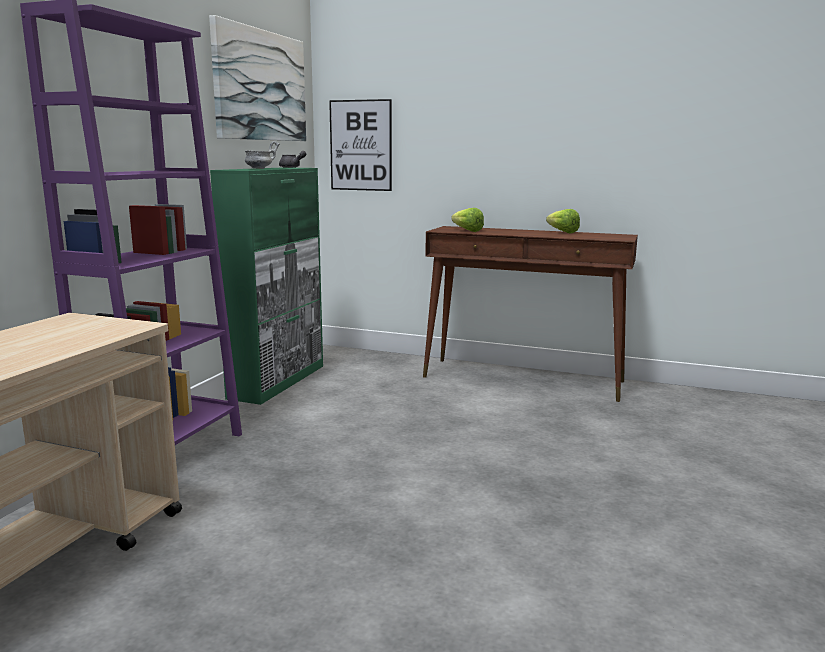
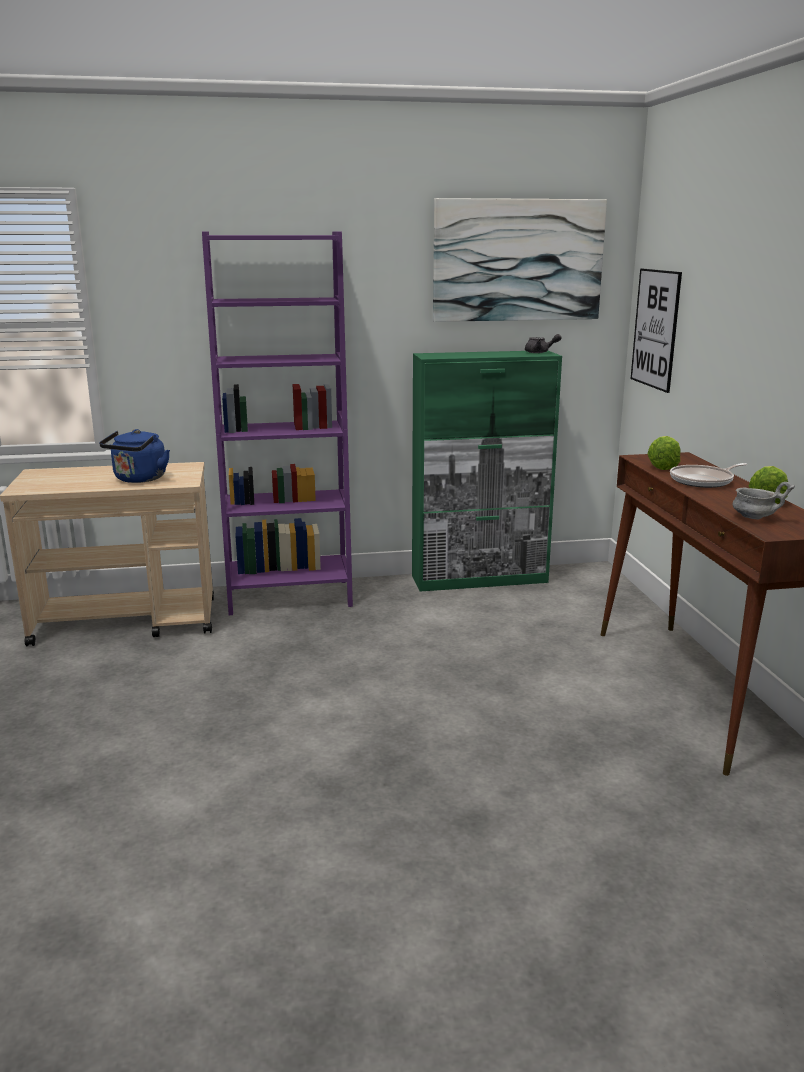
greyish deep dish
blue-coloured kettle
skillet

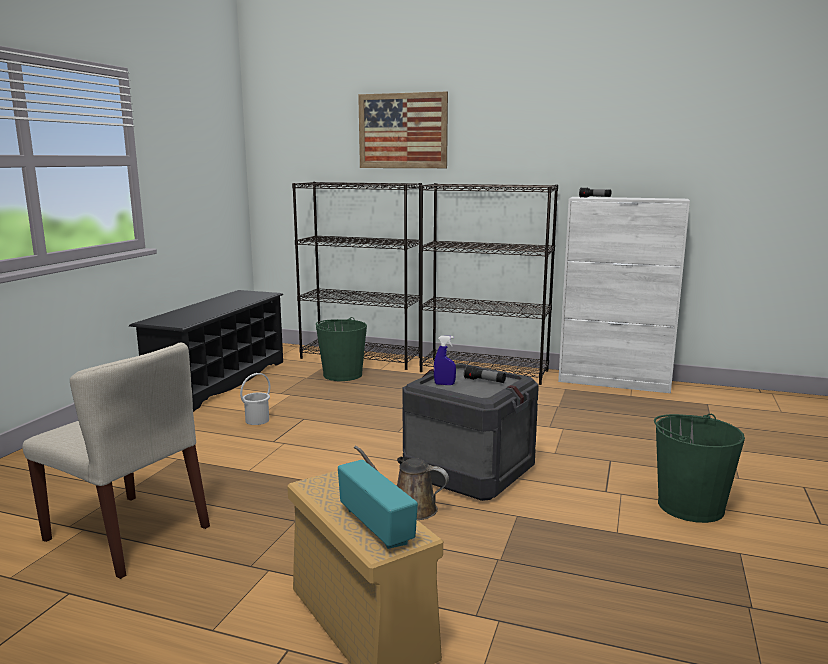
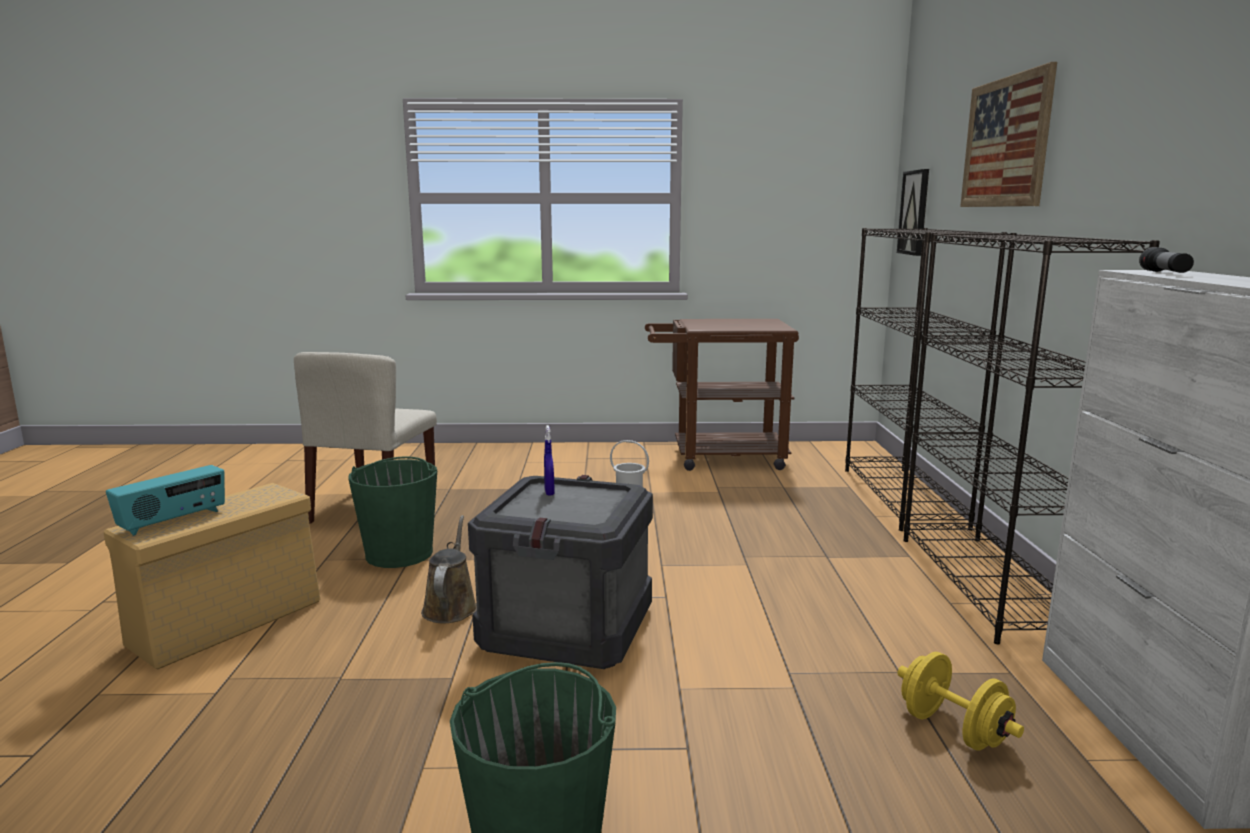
brown wheeled cart
green-coloured water bucket (1st from left)
hand torch (1st from left in the first image)
picture (1st from left)
yellow-coloured dumbbell

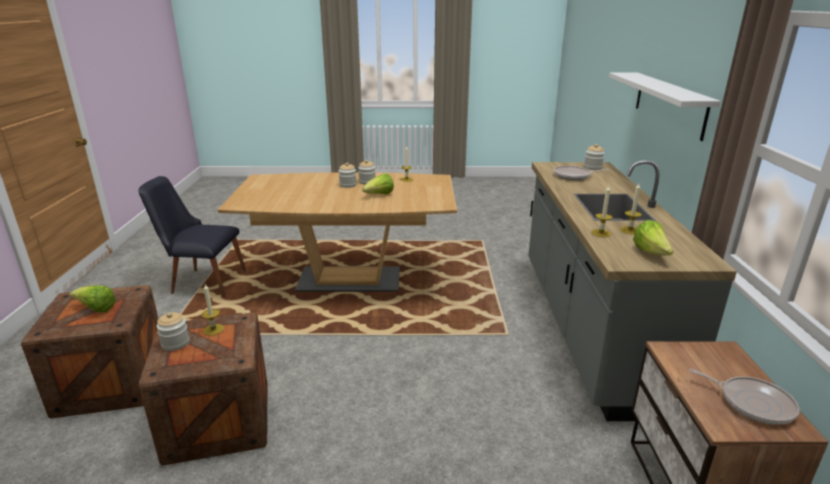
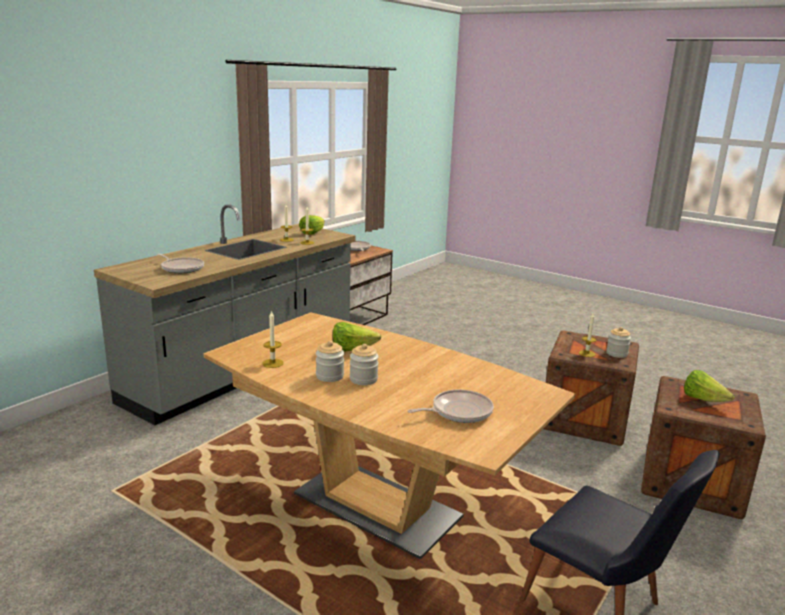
white-coloured wall shelf
storage jar (4th from left in the first image)
skillet (3rd from left)

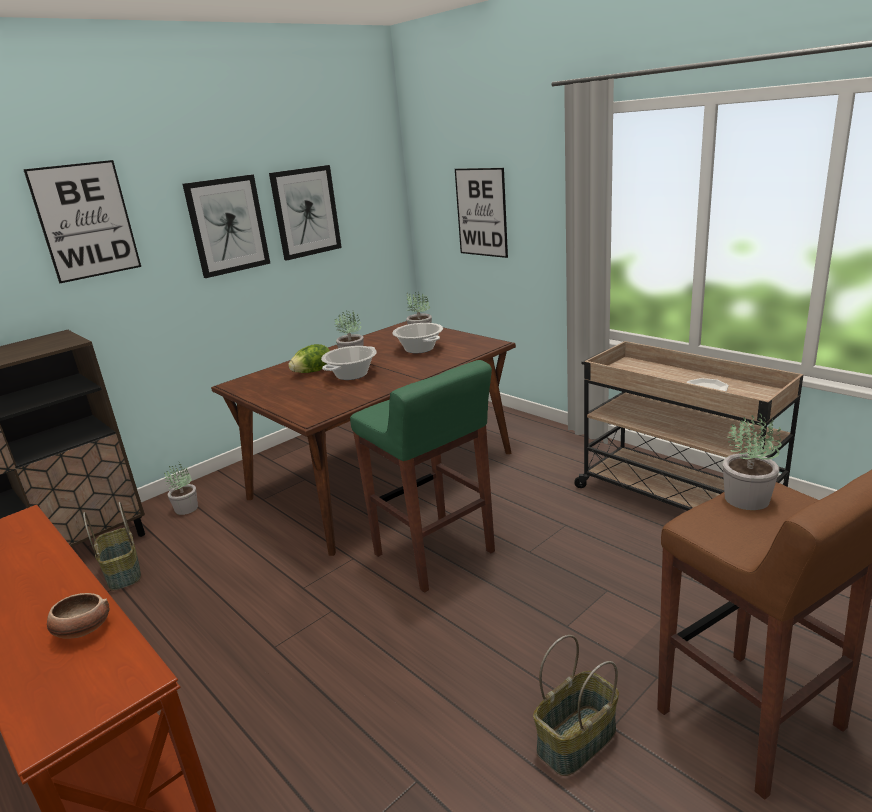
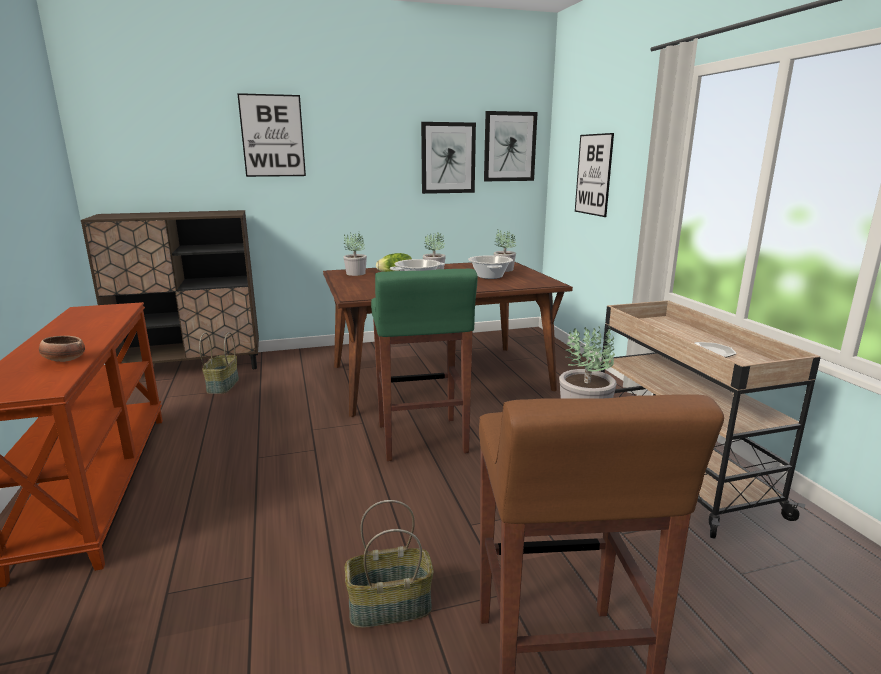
picture (3rd from left)
houseplant (1st from left)

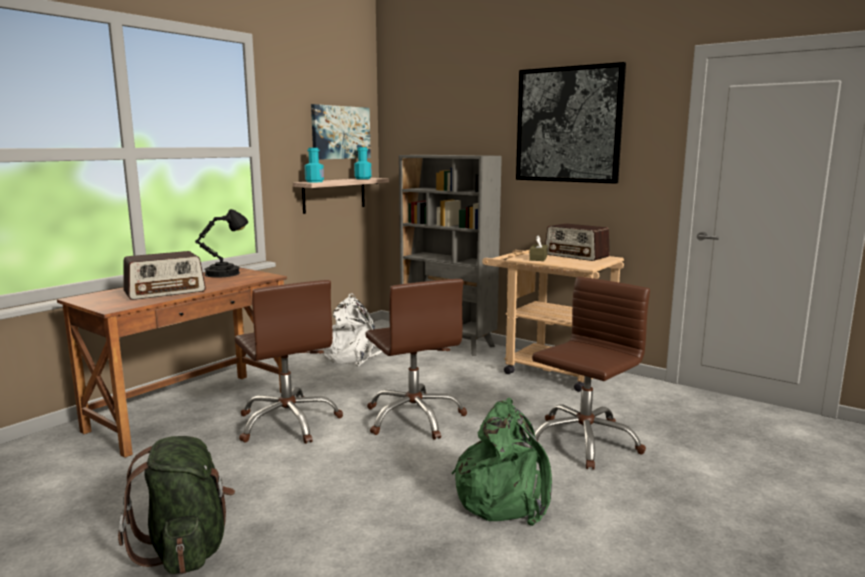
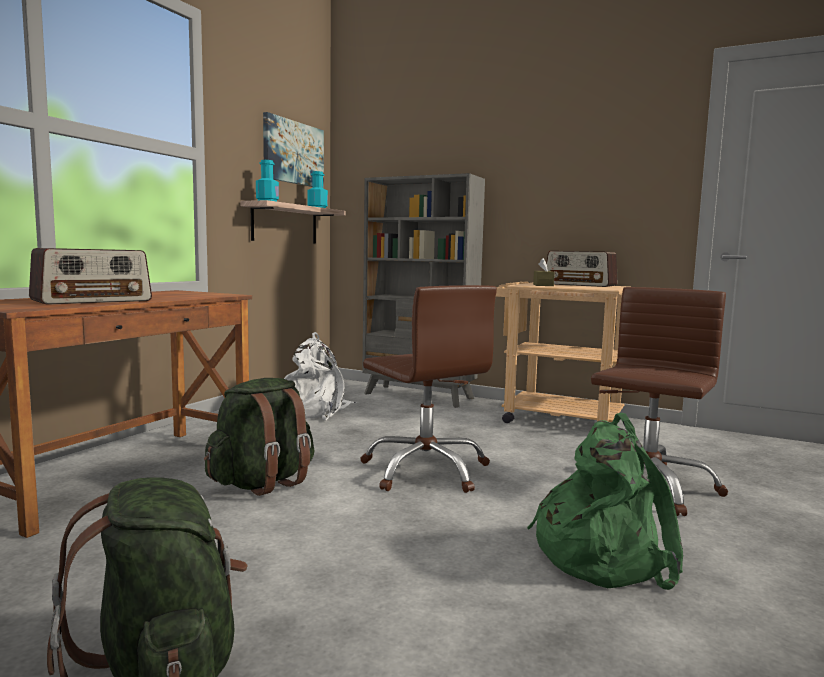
picture (2nd from left in the first image)
black lamp for a table
green-coloured backpack (2nd from left)

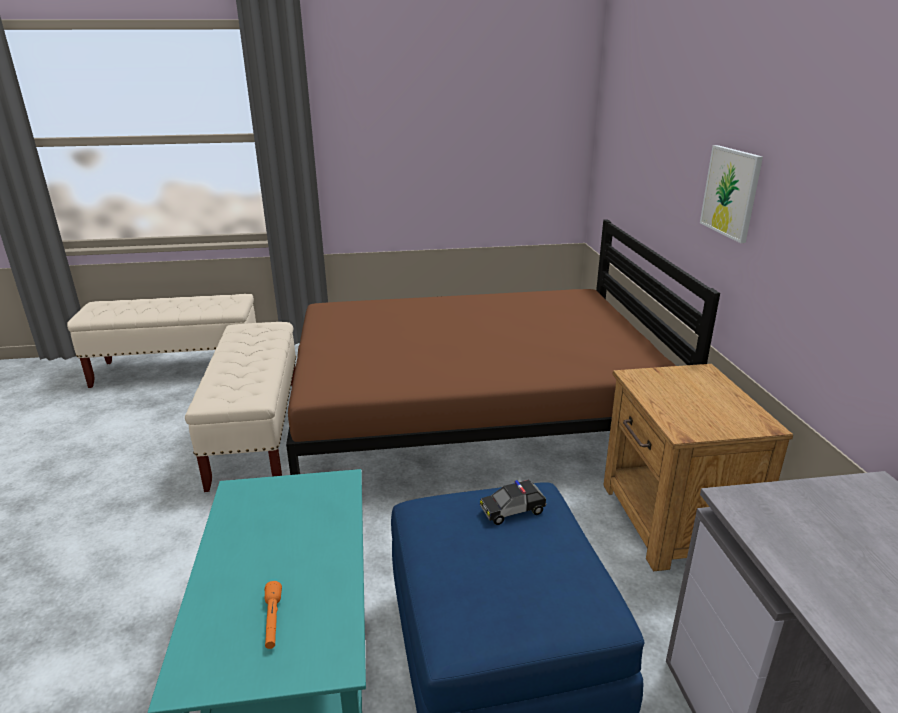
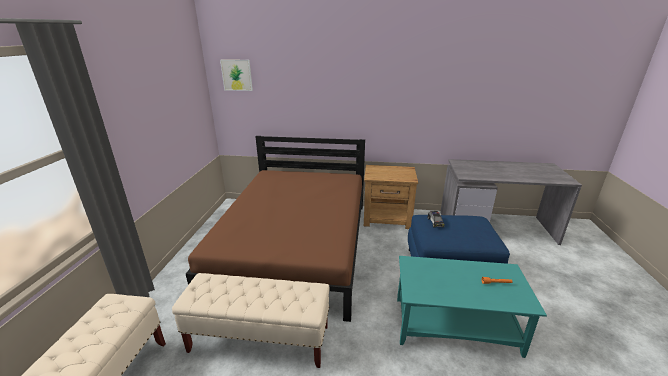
picture

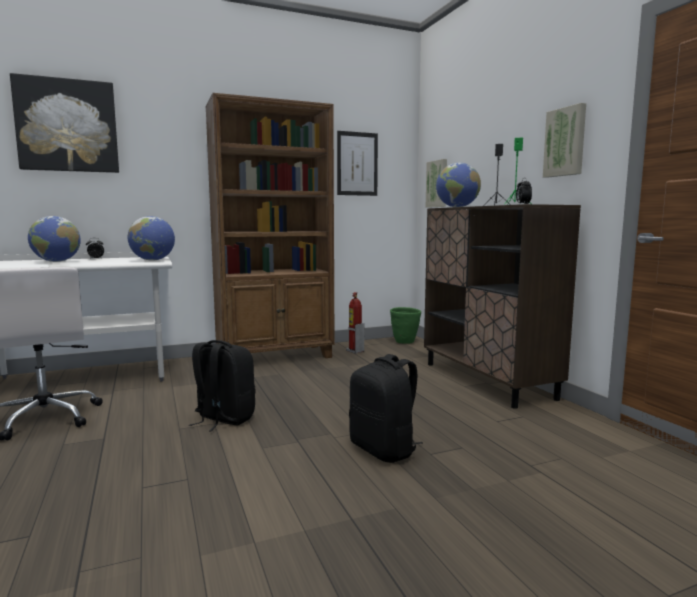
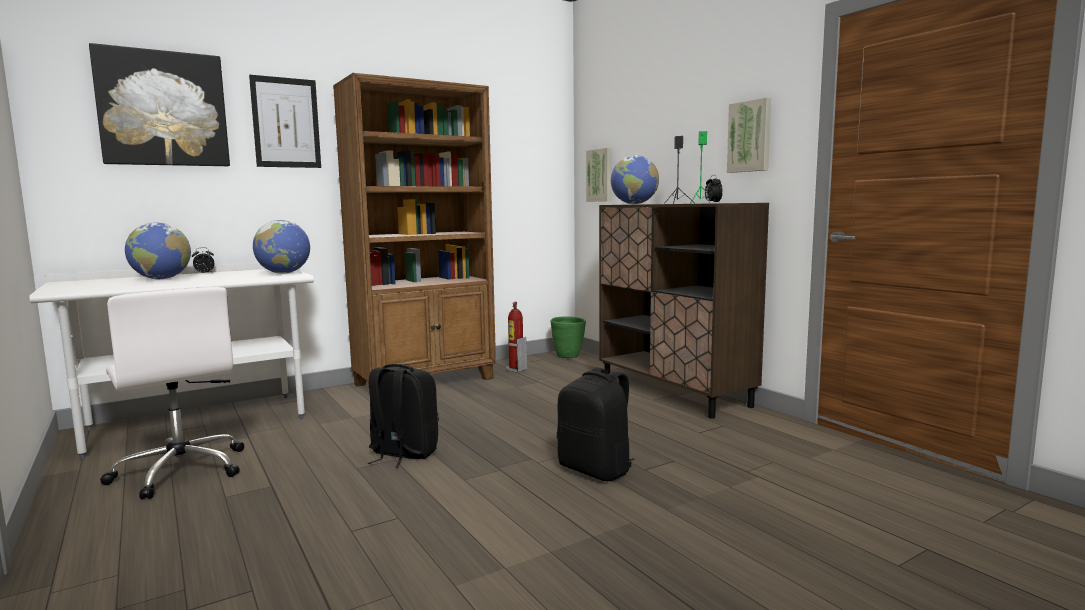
picture (2nd from left)

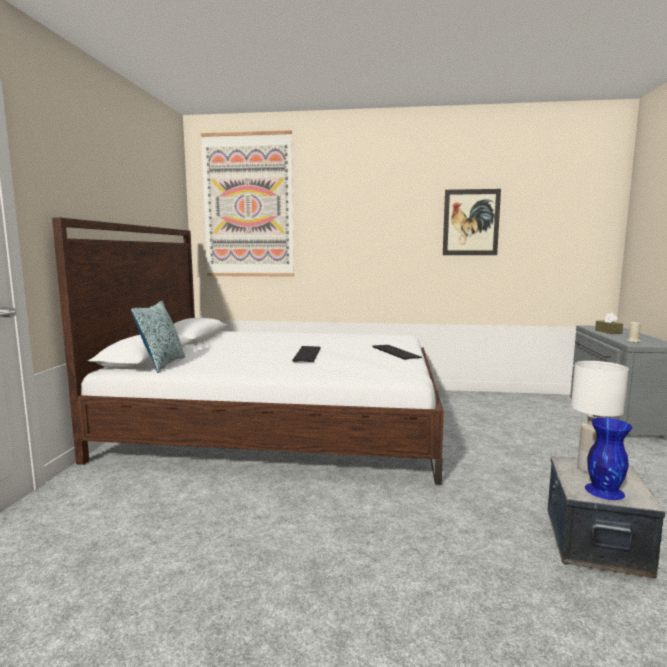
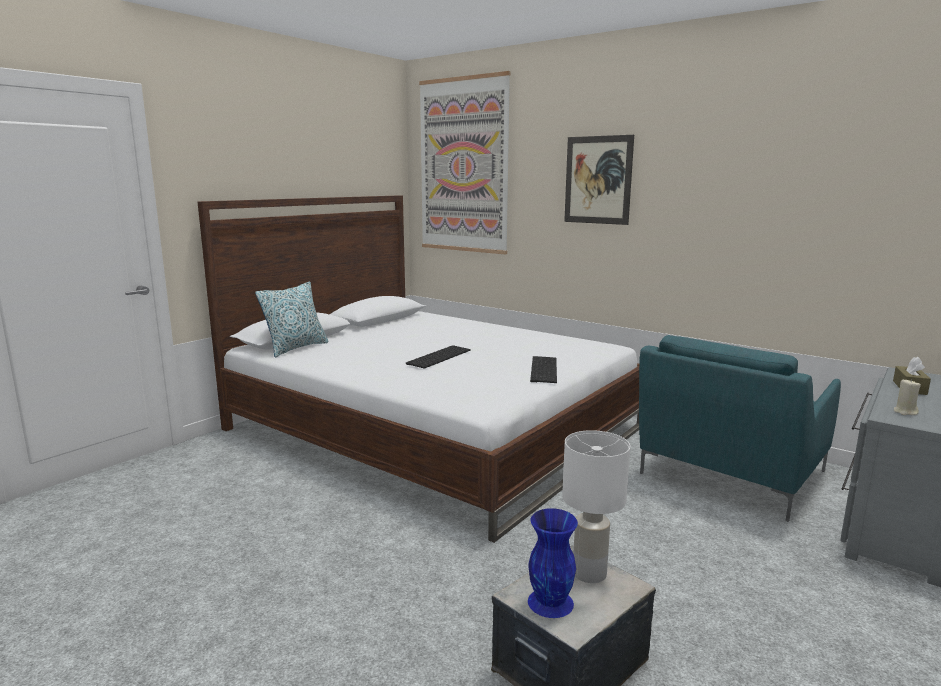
picture (2nd from left)
turquoise-coloured easy chair

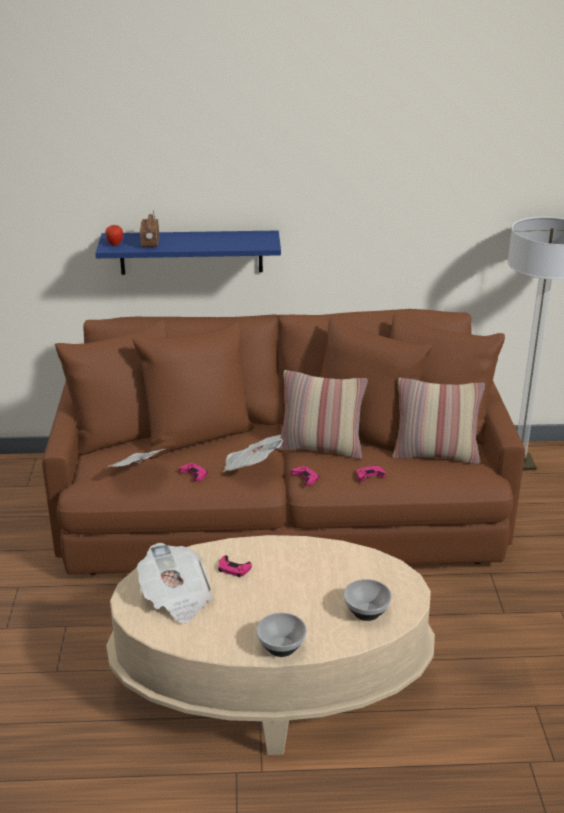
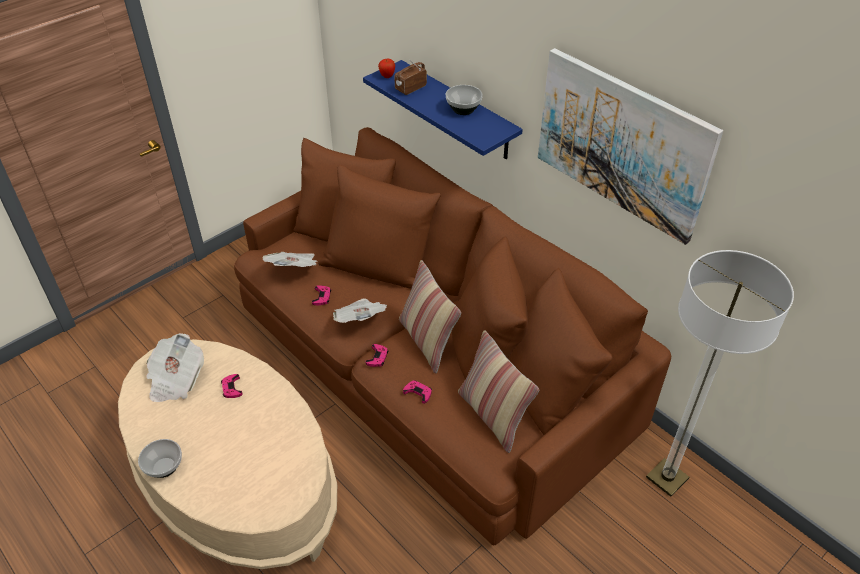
deep dish (2nd from left)
picture

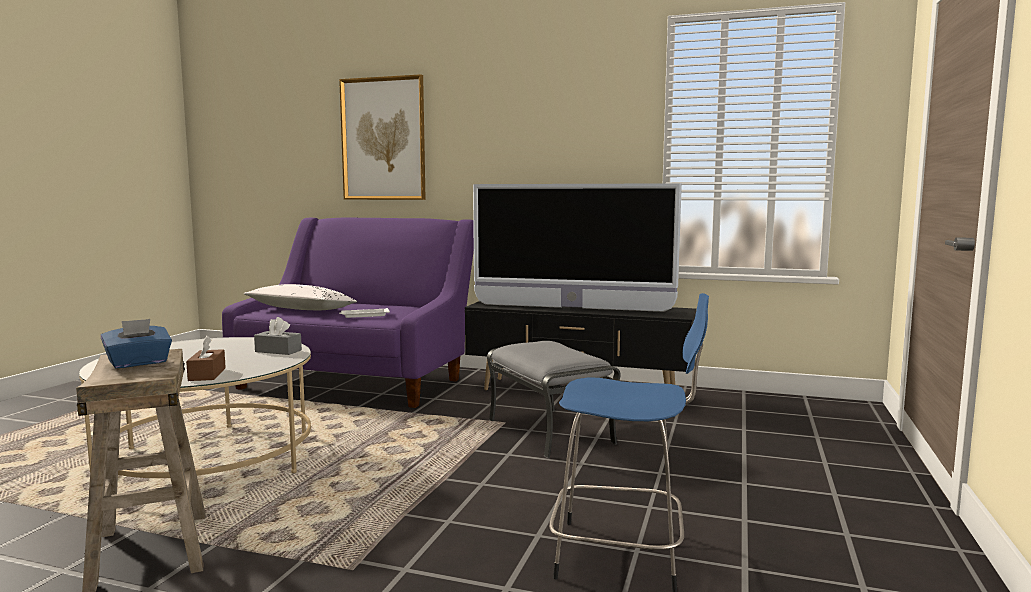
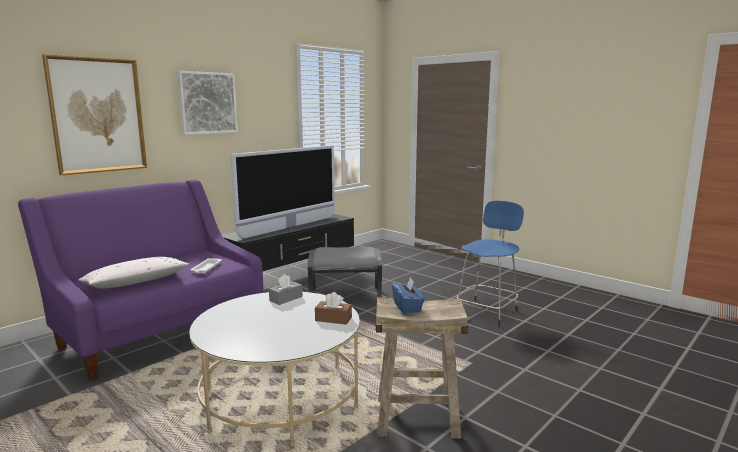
picture (2nd from left)

